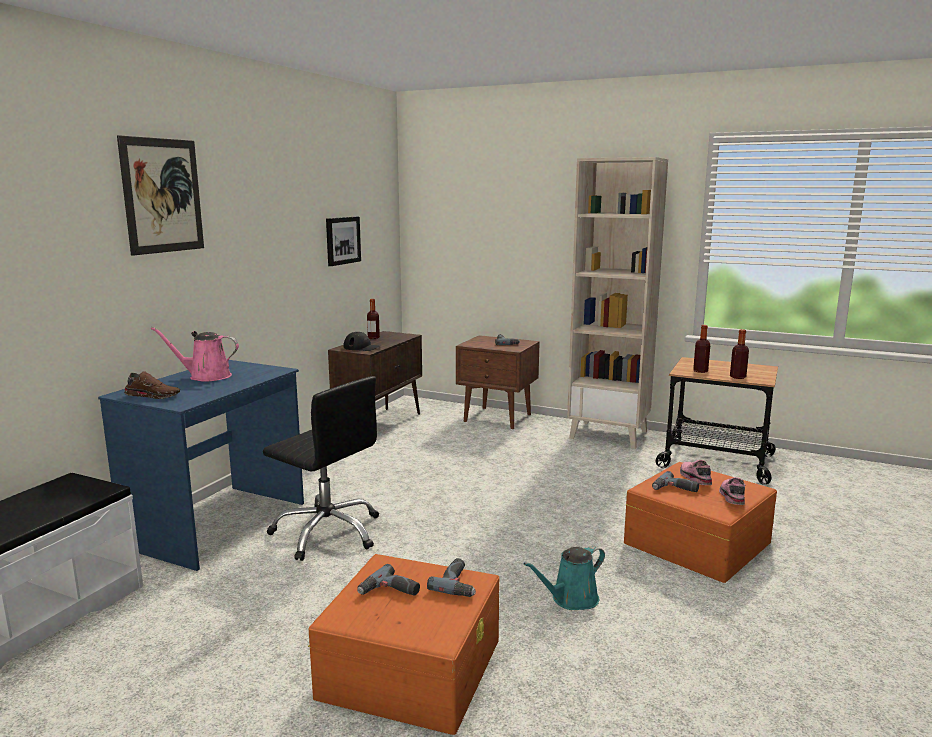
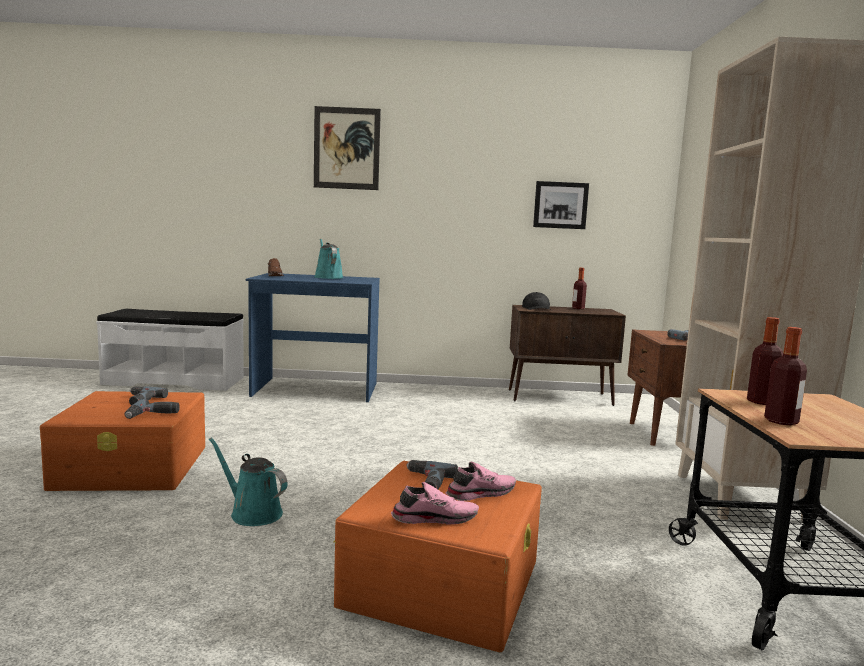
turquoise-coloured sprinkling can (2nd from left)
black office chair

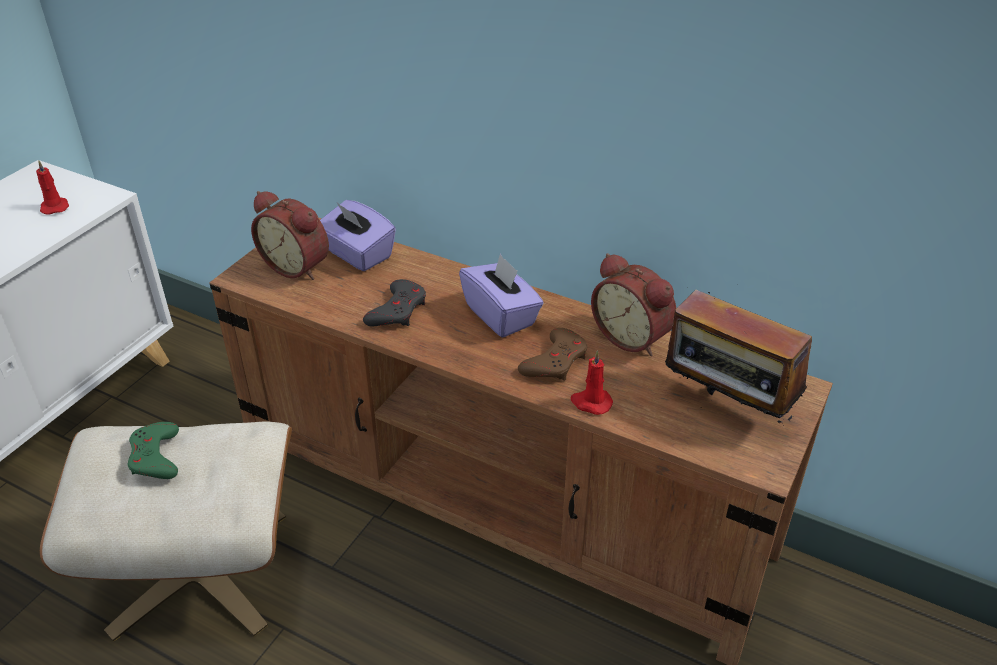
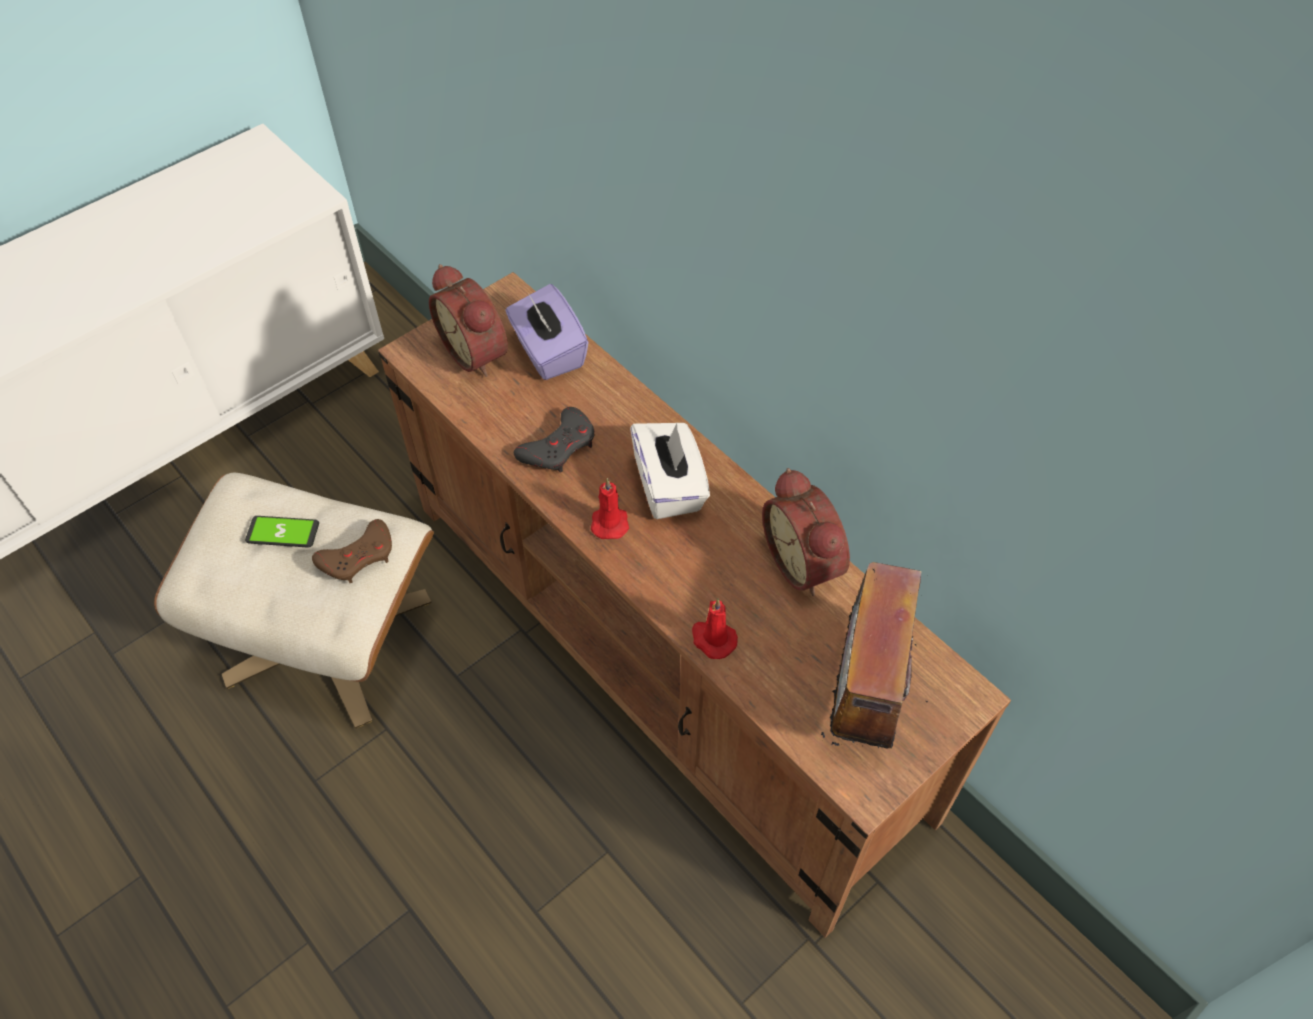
red-coloured candle (1st from left)
white-coloured tissue box
radio receiver
brown gamepad
phone

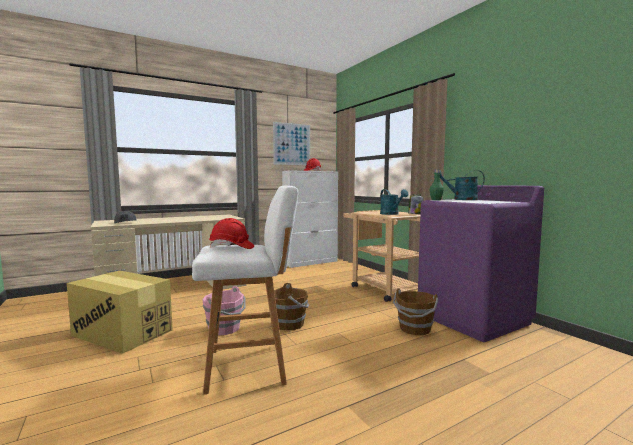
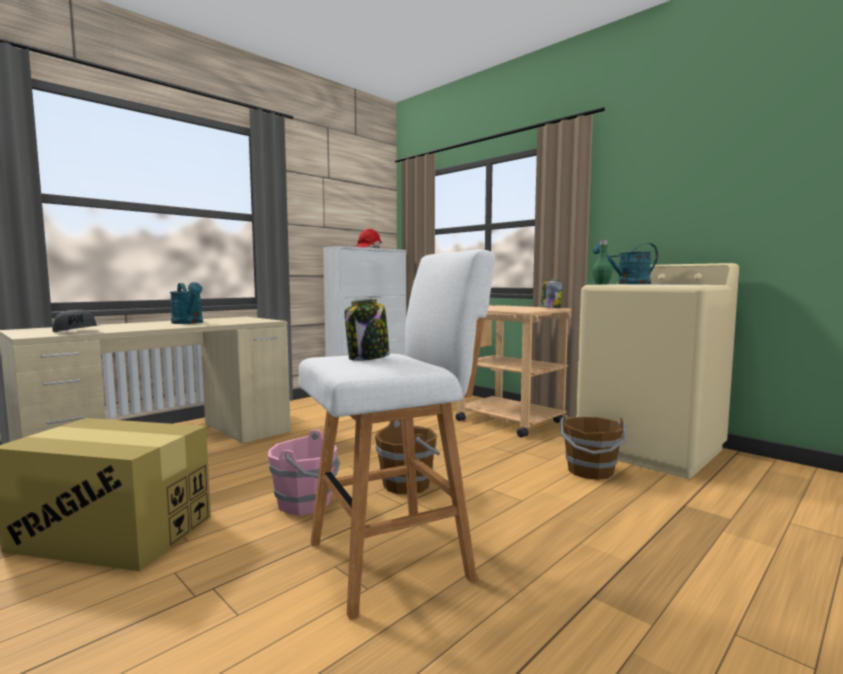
picture
sand-coloured laundry machine
turquoise-coloured sprinkling can (1st from left)
storage jar (1st from left)

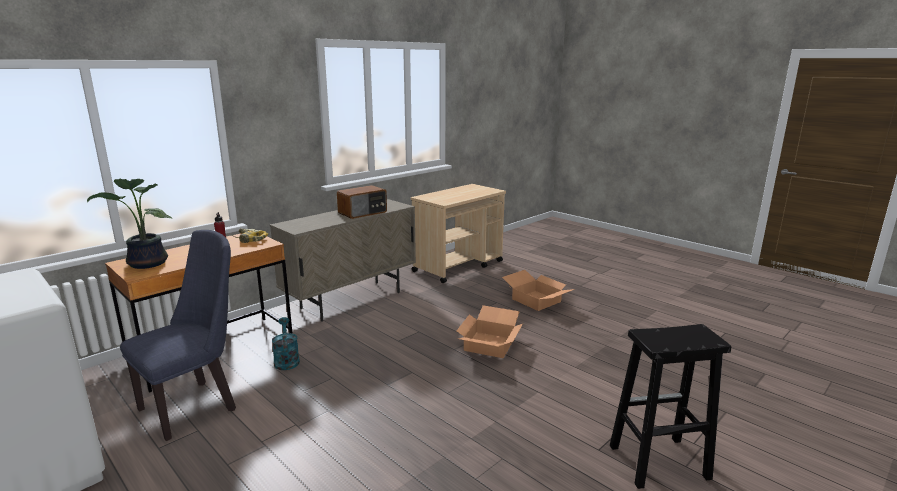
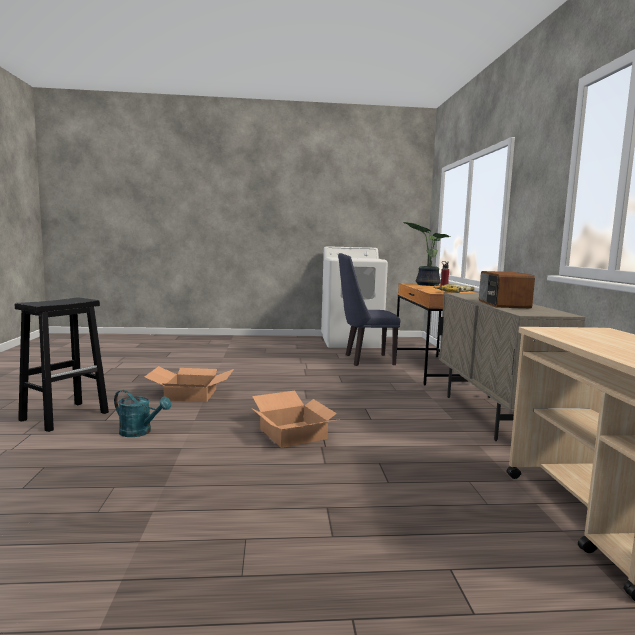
blue-coloured chair
packing box (1st from left)
turquoise-coloured sprinkling can

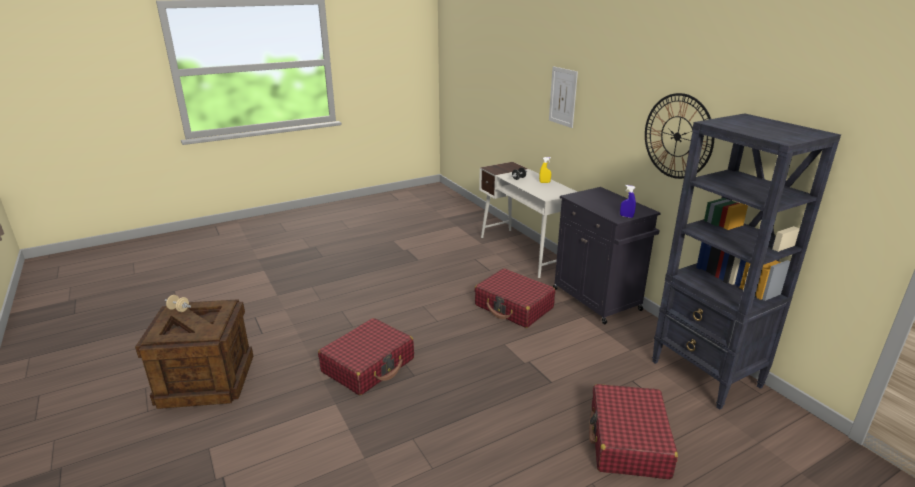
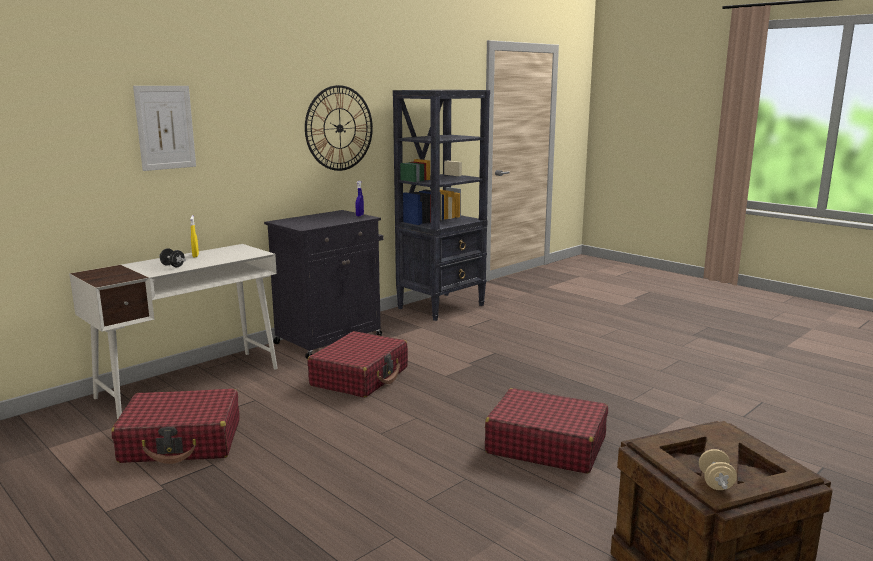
red-coloured suitcase (1st from left)

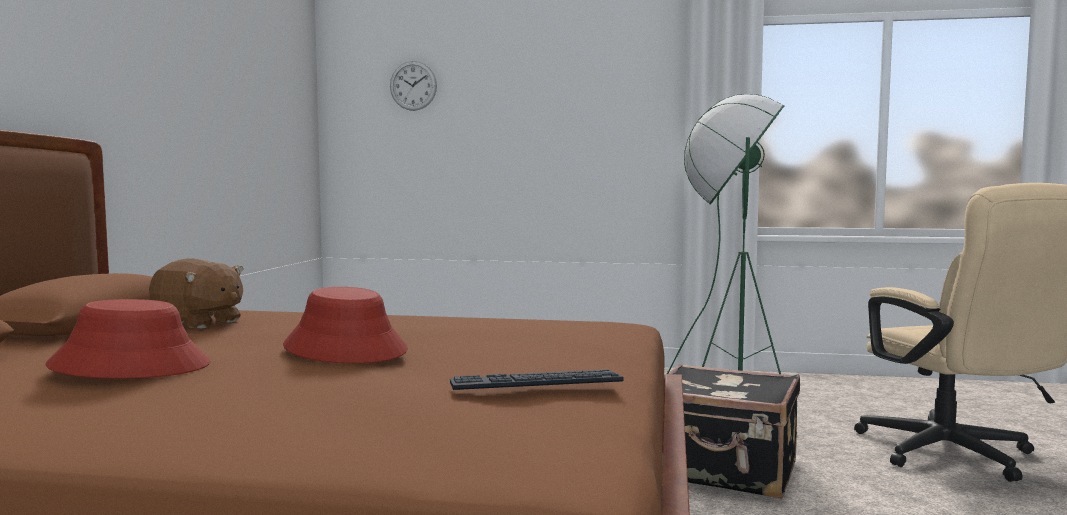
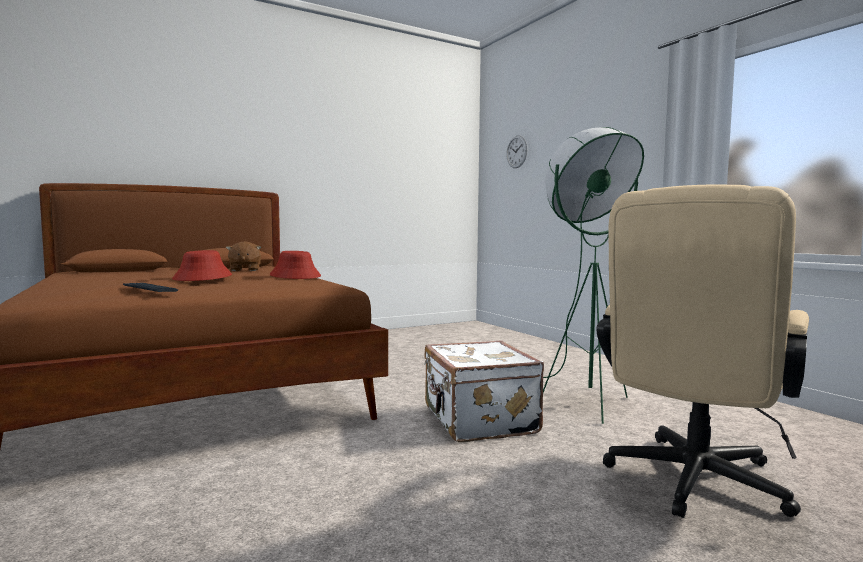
red-coloured wearable hat (2nd from left)
white-coloured suitcase

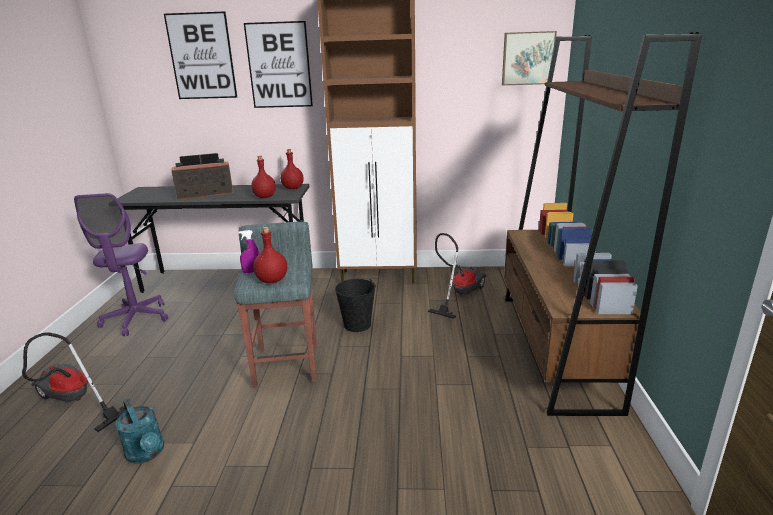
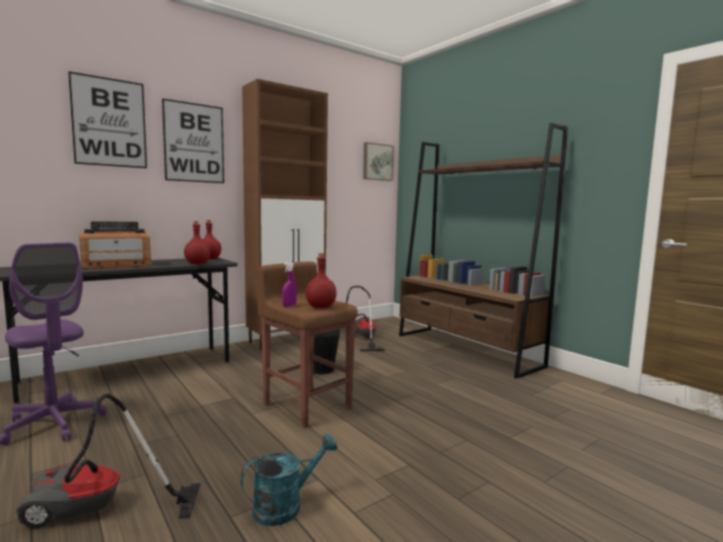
radio receiver
brown stool seat
turquoise-coloured sprinkling can

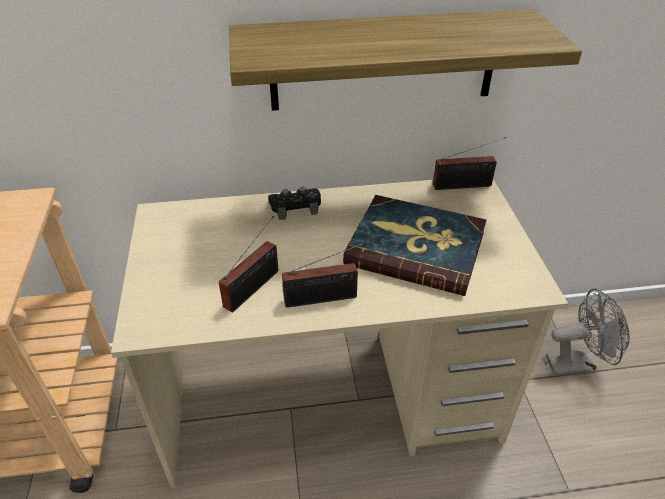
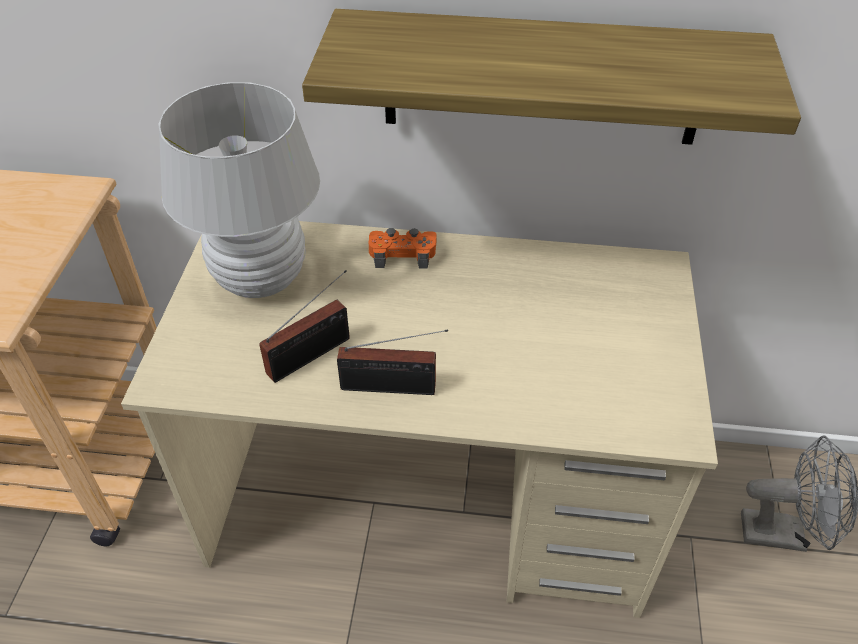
radio receiver (3rd from left in the first image)
orange gamepad
volume
white-coloured lamp for a table

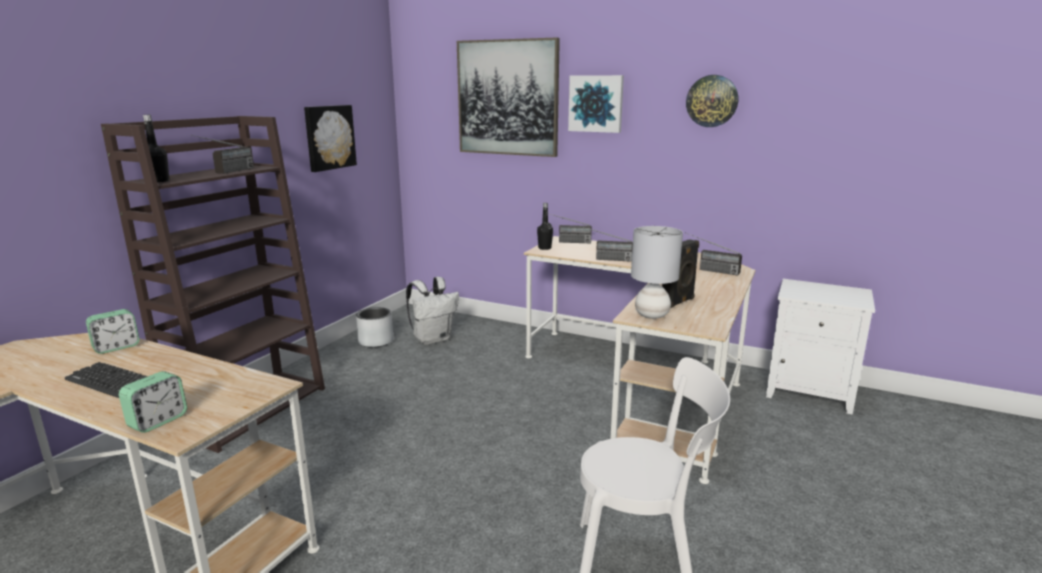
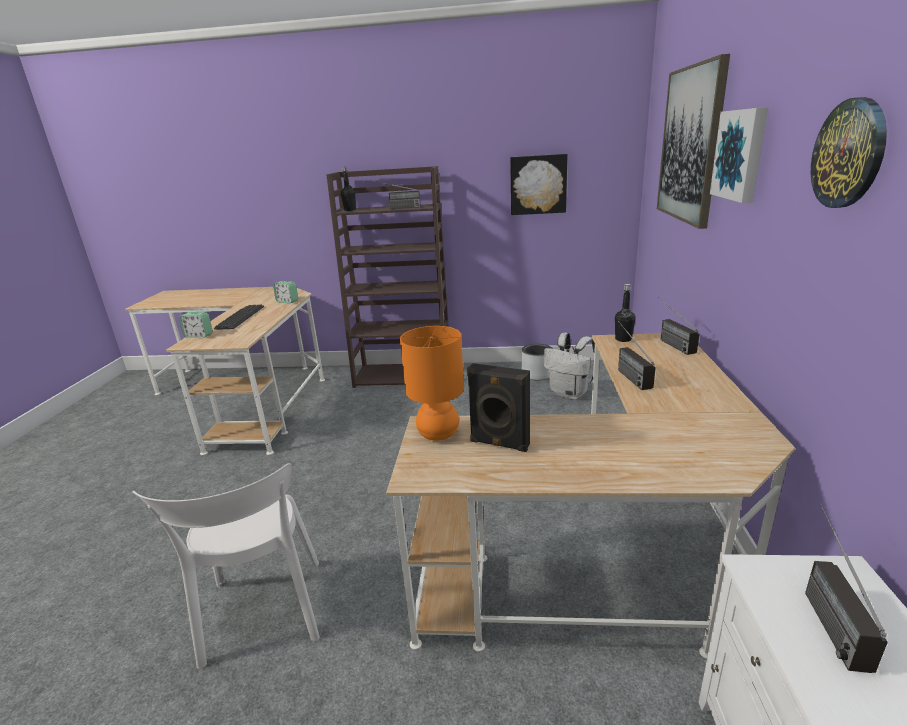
orange lamp for a table
radio receiver (4th from left)

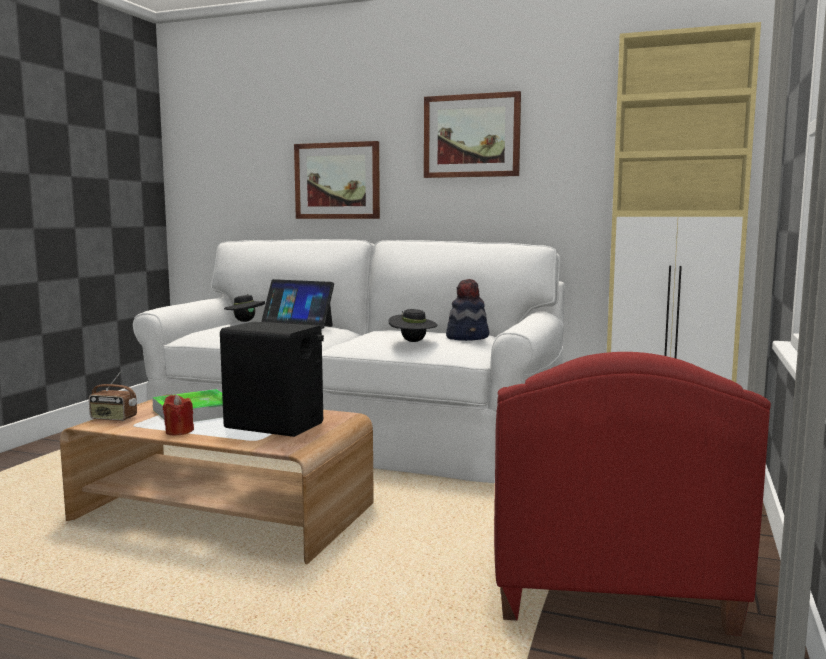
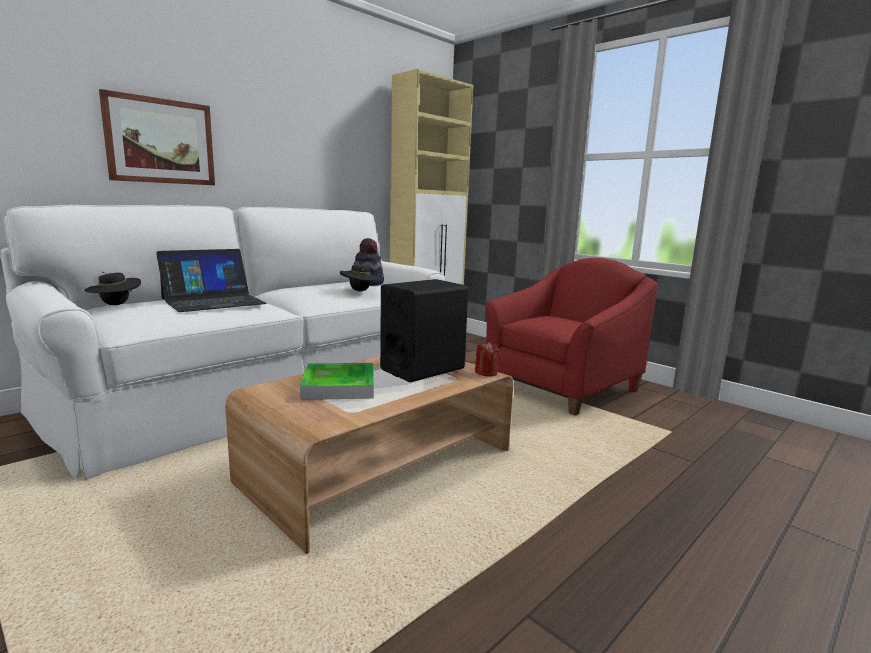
picture (2nd from left in the first image)
red-coloured easy chair
radio receiver
red-coloured candle

